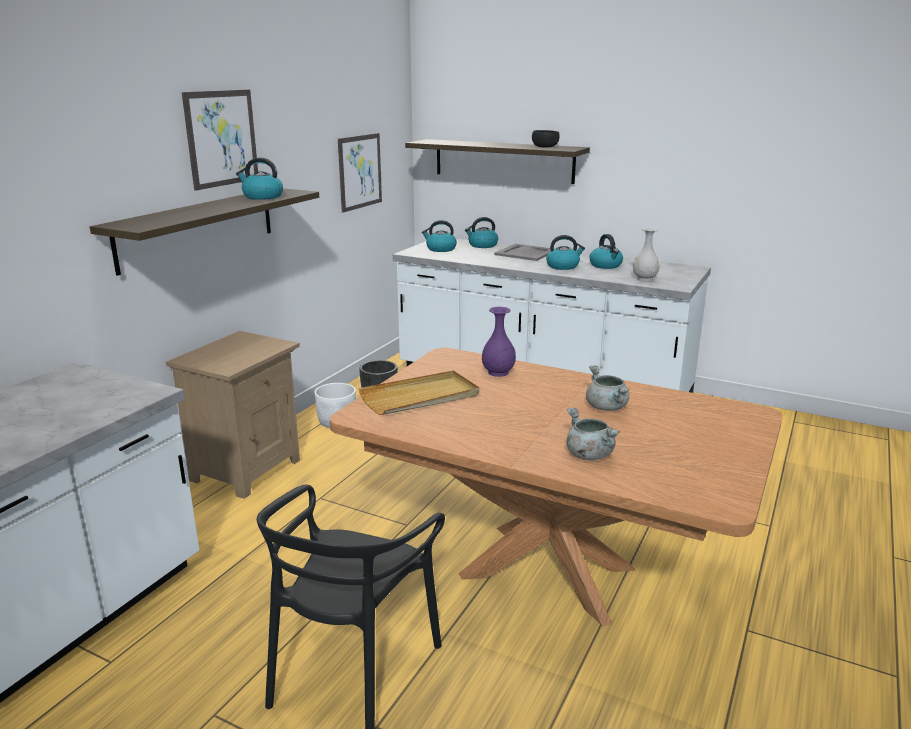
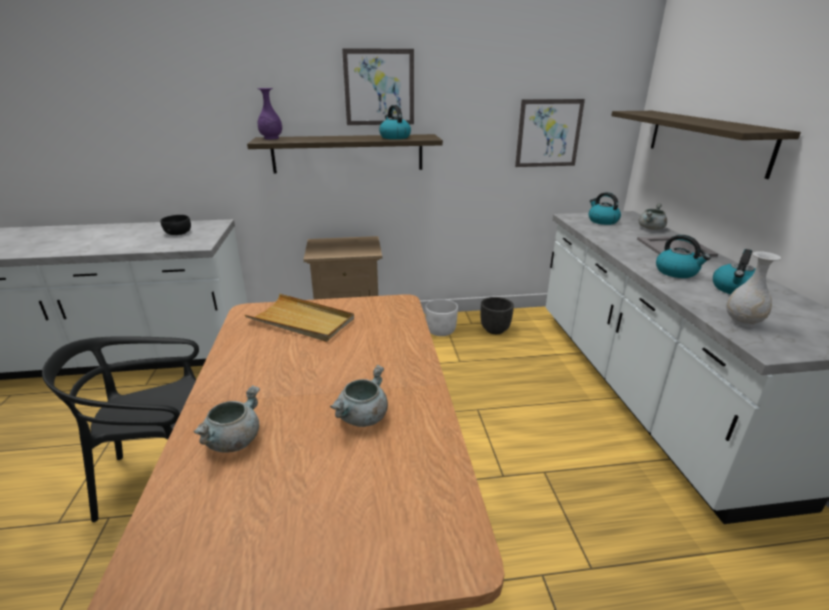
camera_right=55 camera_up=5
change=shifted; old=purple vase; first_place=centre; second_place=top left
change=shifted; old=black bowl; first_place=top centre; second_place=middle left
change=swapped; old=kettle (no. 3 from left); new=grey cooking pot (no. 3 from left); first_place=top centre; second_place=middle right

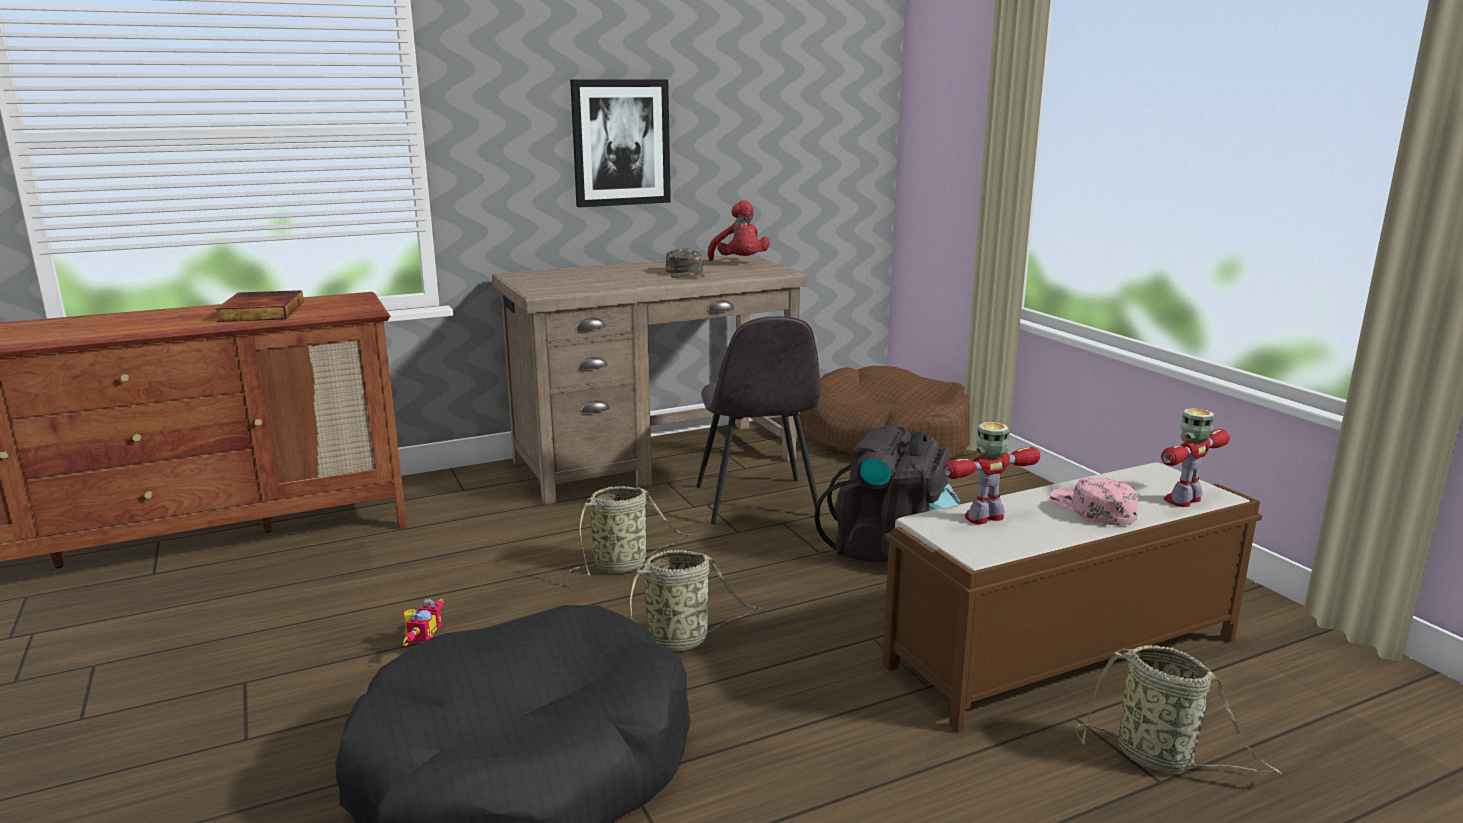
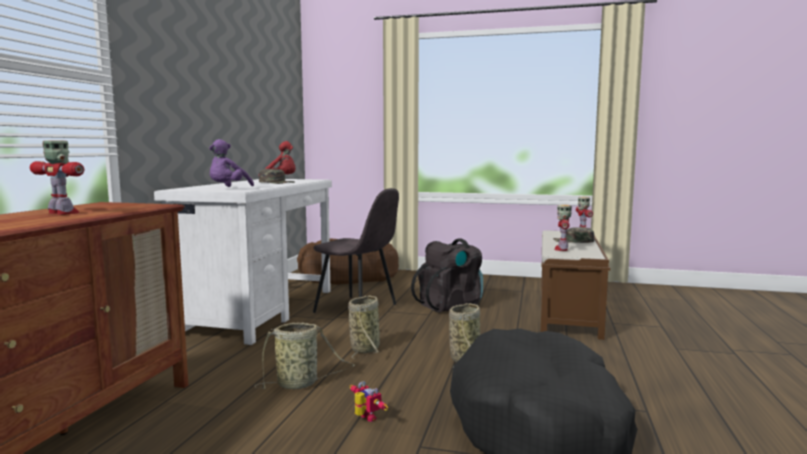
camera_right=-50 camera_up=-10
change=gone; old=picture; first_place=top centre
change=new; new=purple plush toy; second_place=middle left
change=shifted; old=basket (no. 3 from left in the first image); new=basket (no. 1 from left); first_place=bottom right; second_place=bottom centre
change=swapped; old=book; new=toy robot (no. 1 from left); first_place=middle left; second_place=middle left
change=repainted; old=brown desk; new=white desk; first_place=centre; second_place=middle left
change=repainted; old=pink cap; new=green cap (no. 2 from left); first_place=middle right; second_place=middle right

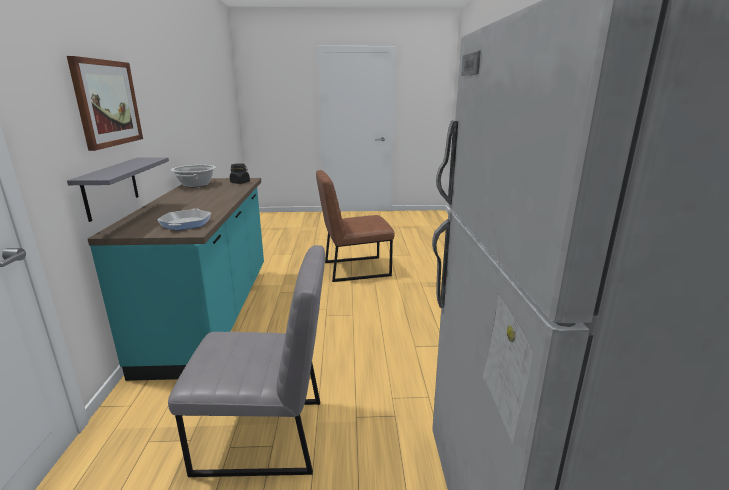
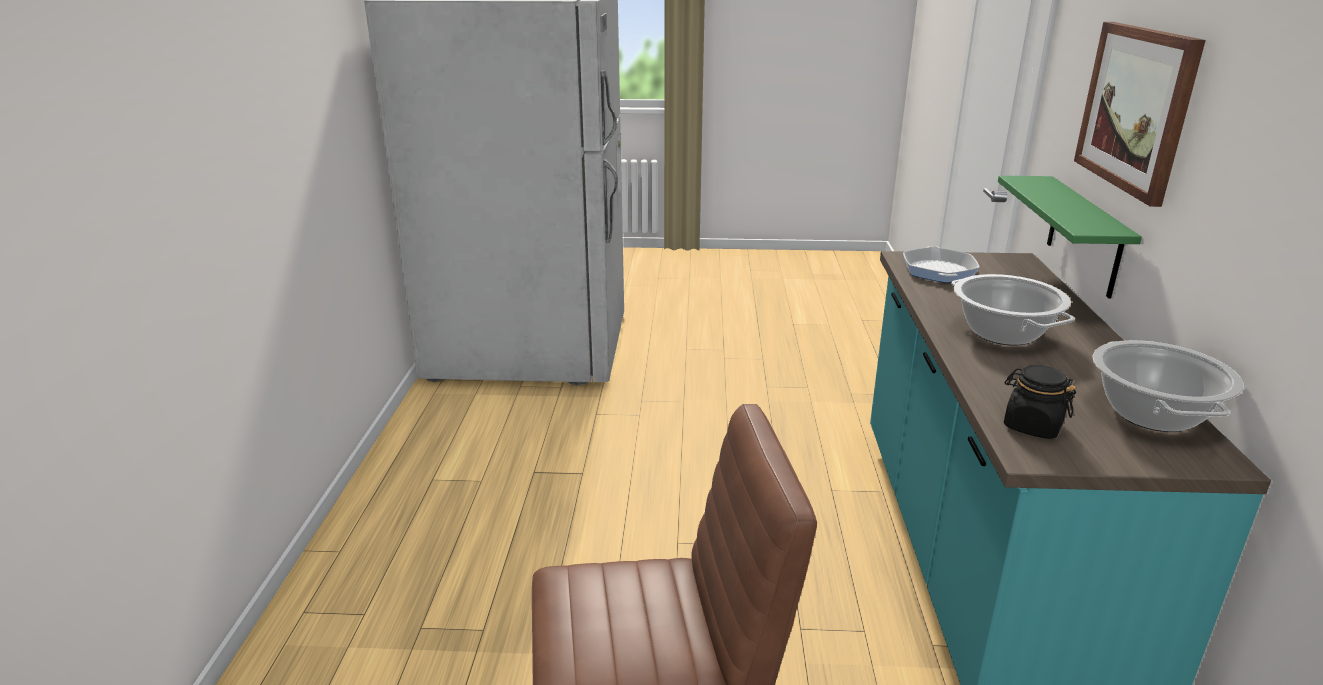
camera_right=-175 camera_up=5
change=gone; old=grey chair; first_place=bottom centre
change=new; new=cooking pot (no. 1 from left); second_place=middle right
change=repainted; old=grey shelf; new=green shelf; first_place=middle left; second_place=middle right

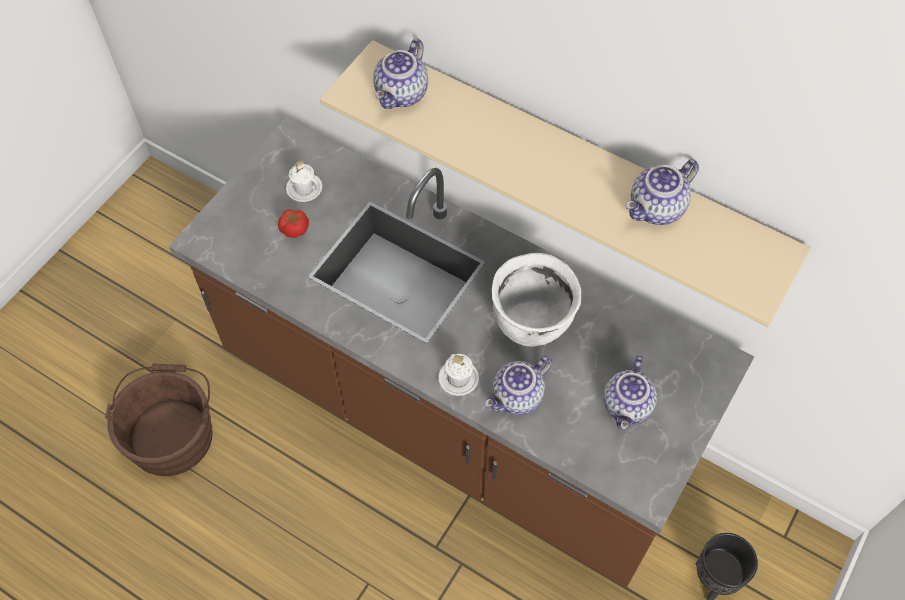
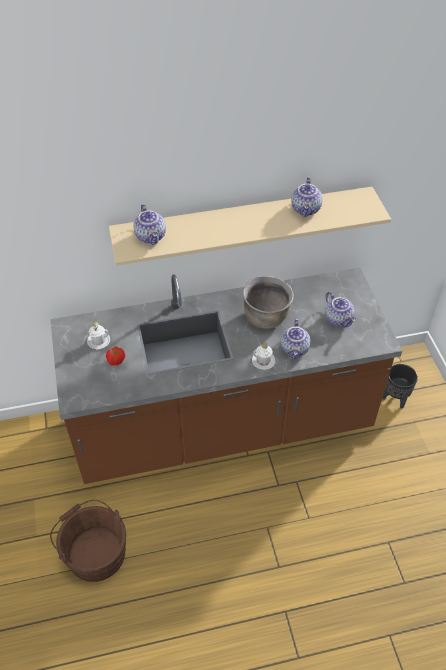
camera_right=-45 camera_up=-10
change=repainted; old=white cooking pot; new=brown cooking pot; first_place=centre; second_place=centre

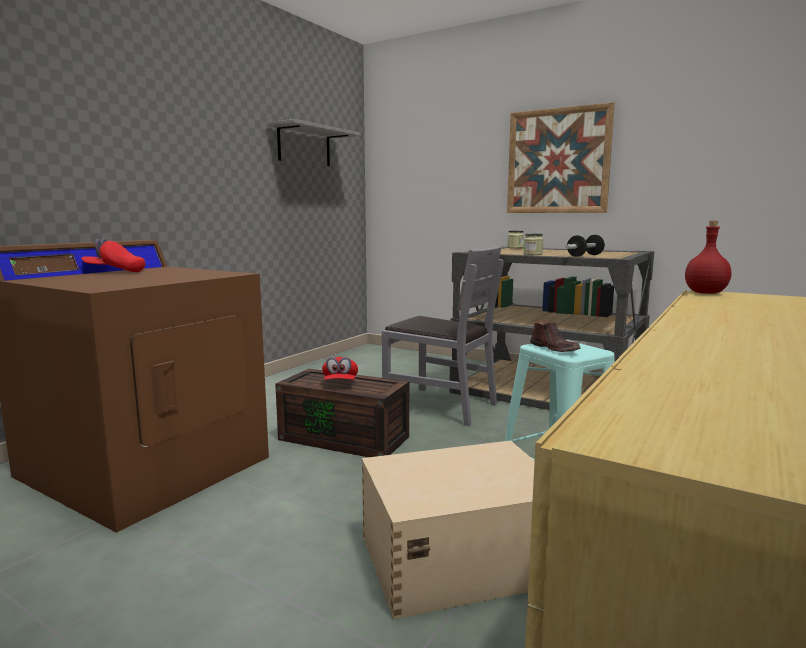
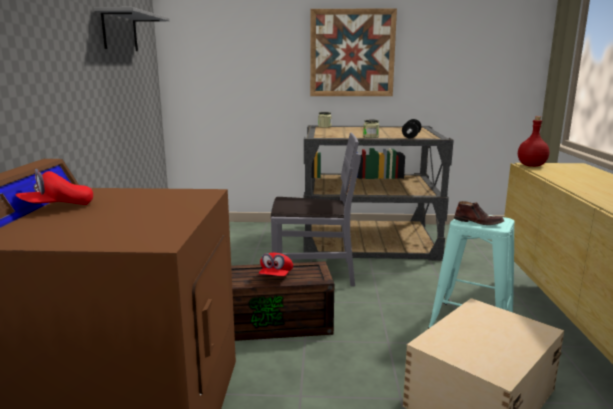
camera_right=-30 camera_up=5
change=rotated; old=red cap (no. 2 from left); first_place=centre; second_place=centre; degrees=45

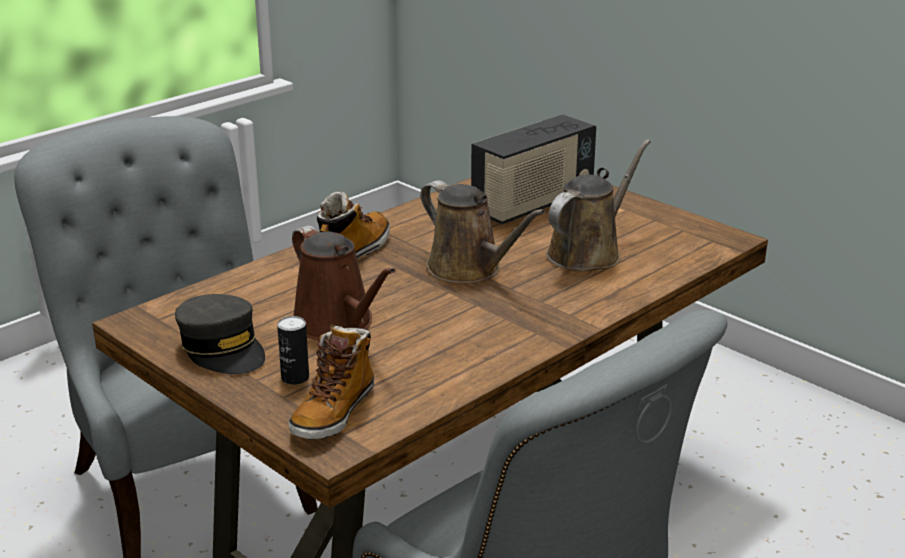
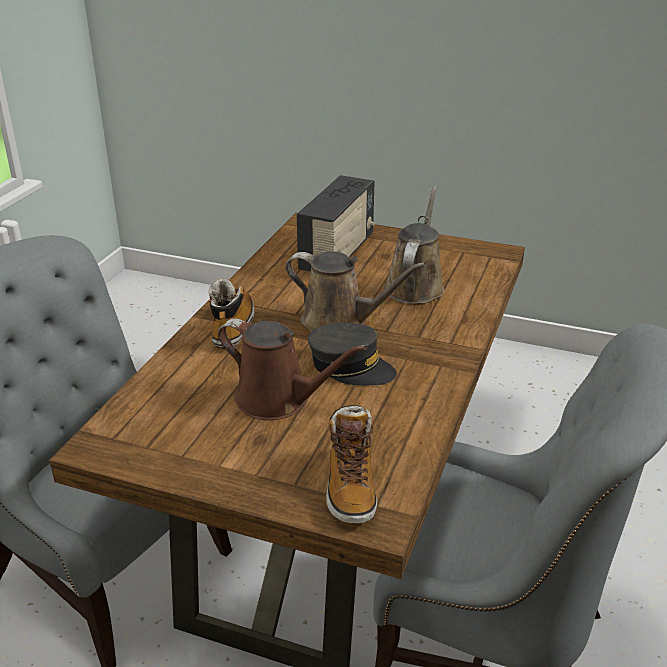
camera_right=-25 camera_up=5
change=gone; old=can; first_place=middle left
change=shifted; old=grey cap; first_place=middle left; second_place=centre

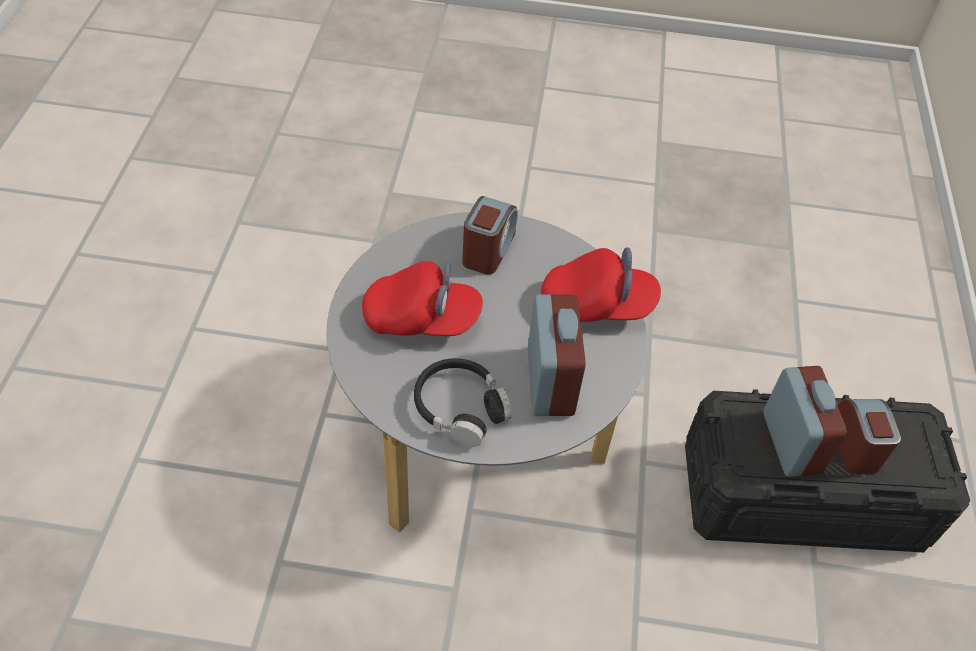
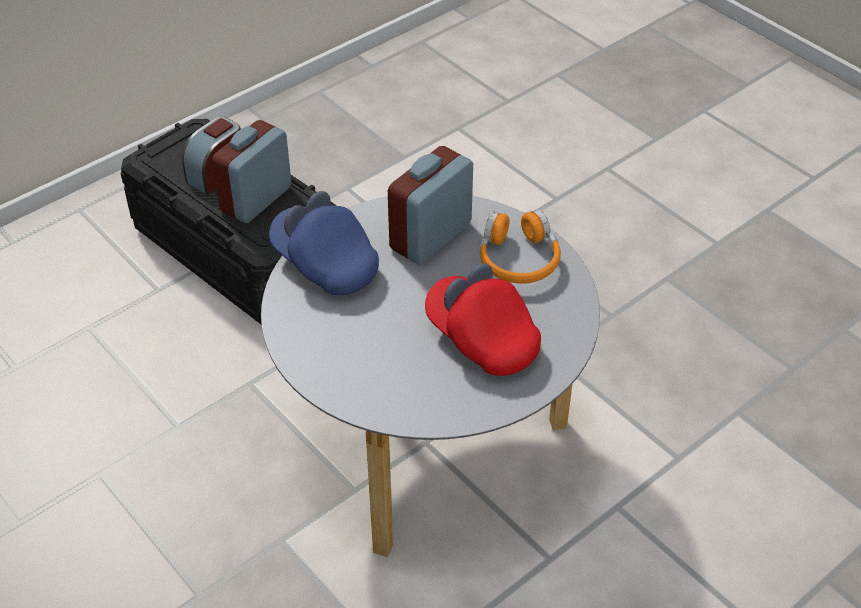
camera_right=-135 camera_up=-5
change=gone; old=alarm clock (no. 1 from left); first_place=centre
change=repainted; old=black headphones; new=orange headphones; first_place=centre; second_place=centre
change=repainted; old=red cap (no. 2 from left); new=blue cap; first_place=centre; second_place=centre

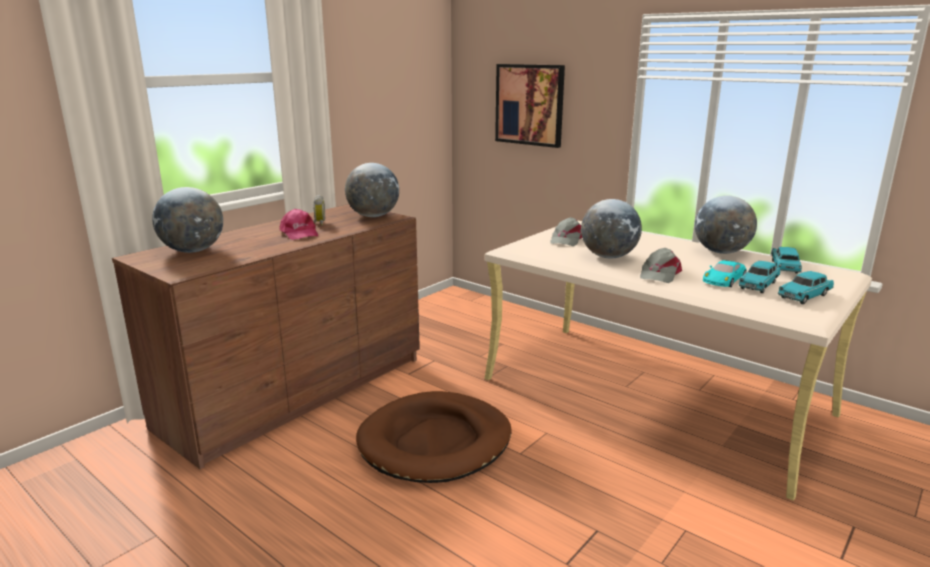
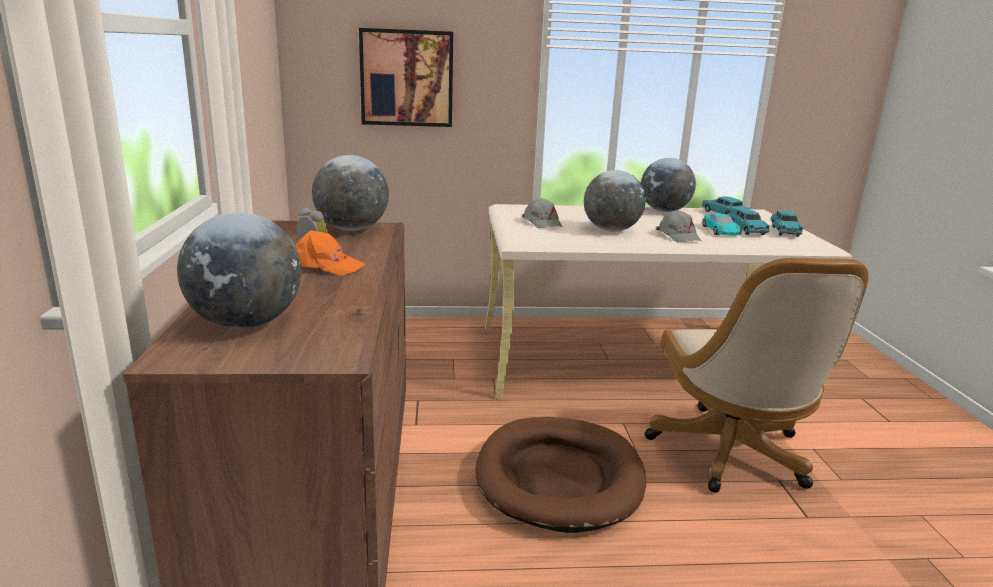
camera_right=-45 camera_up=0
change=new; new=office chair; second_place=middle right
change=repainted; old=pink cap; new=orange cap; first_place=middle left; second_place=middle left

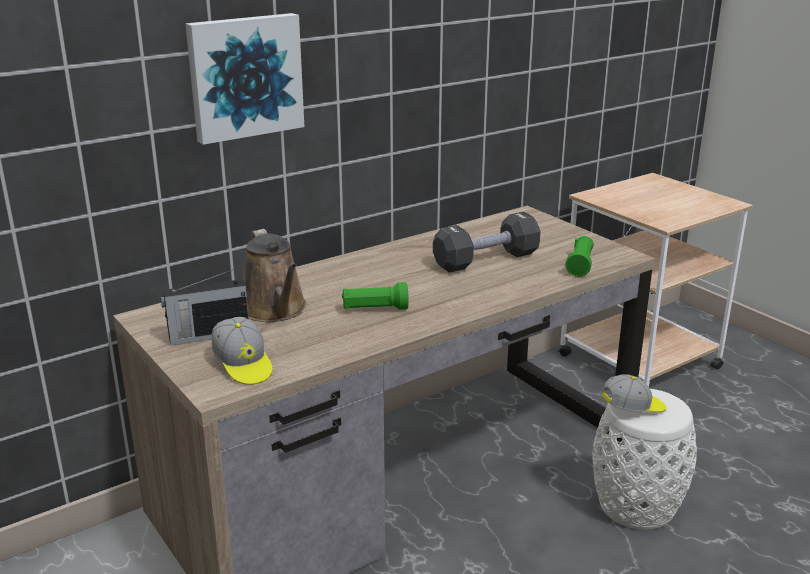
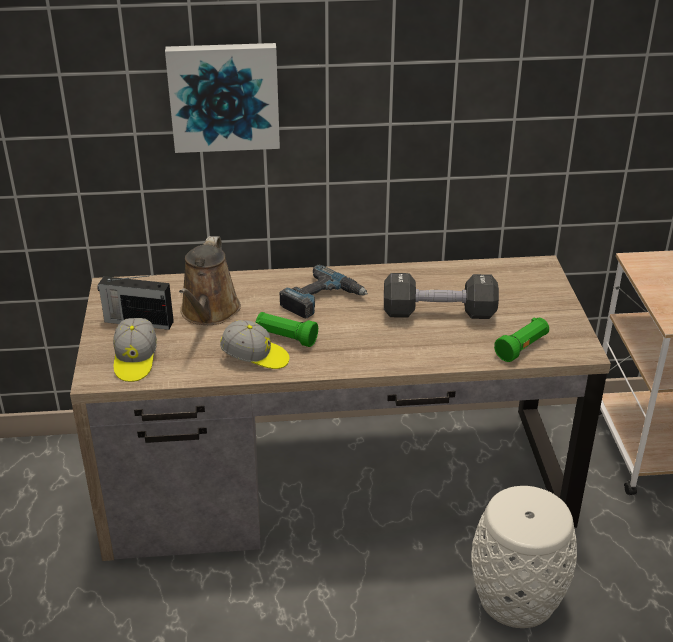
camera_right=30 camera_up=10
change=new; new=power drill; second_place=centre
change=shifted; old=cap (no. 2 from left); first_place=bottom right; second_place=centre

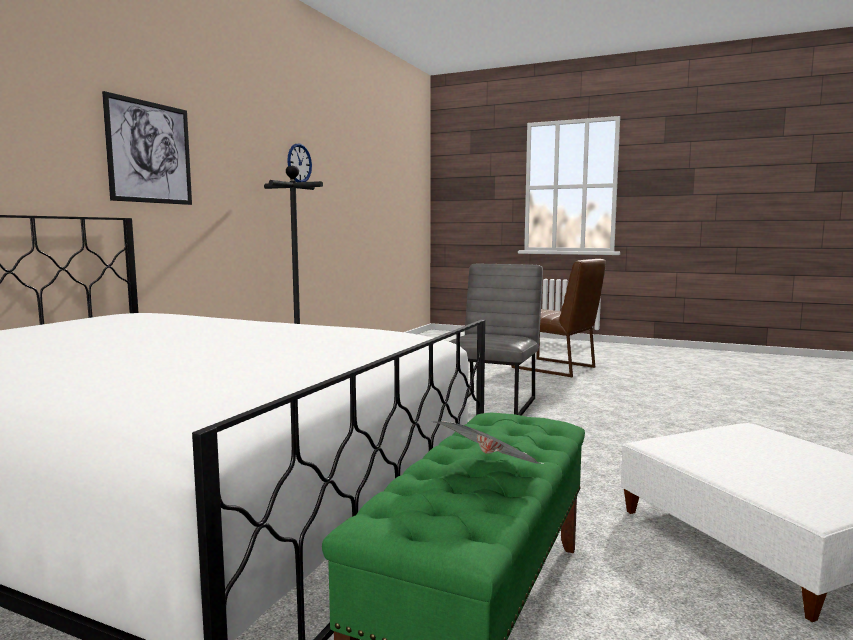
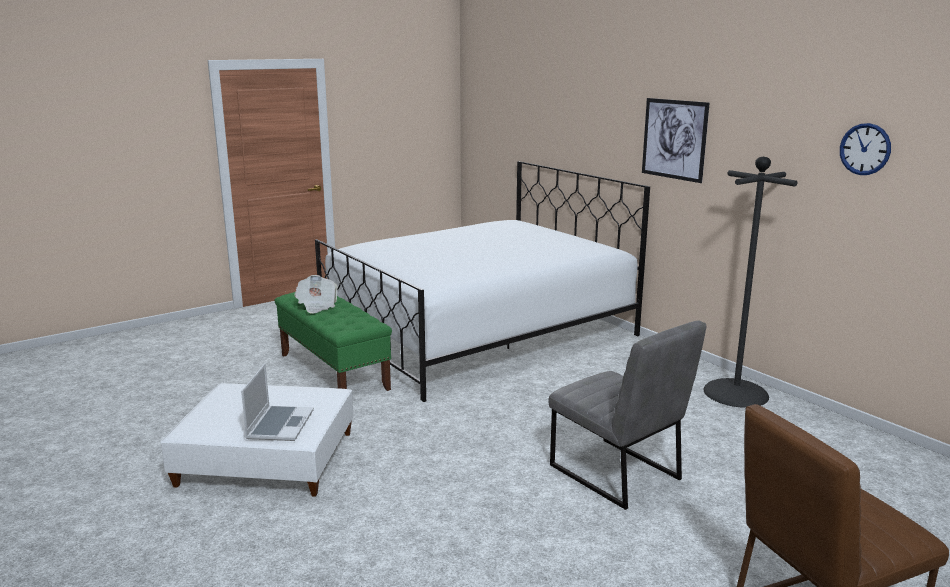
camera_right=120 camera_up=10
change=new; new=laptop; second_place=bottom left

